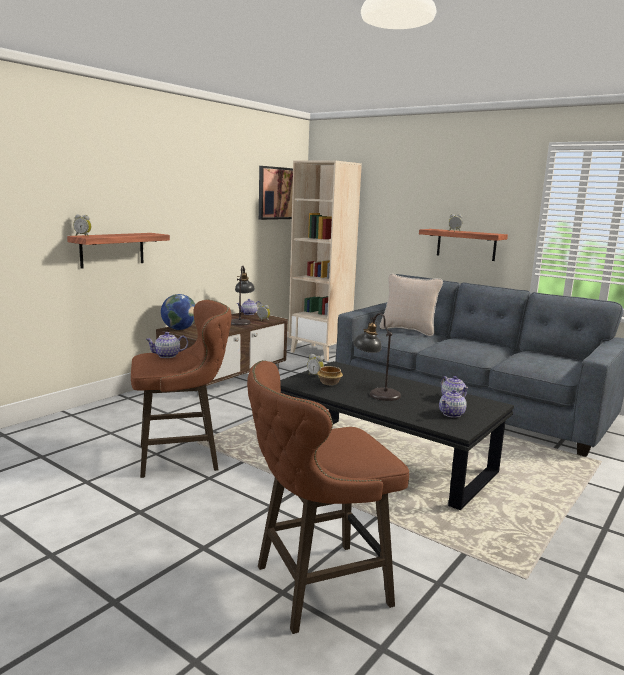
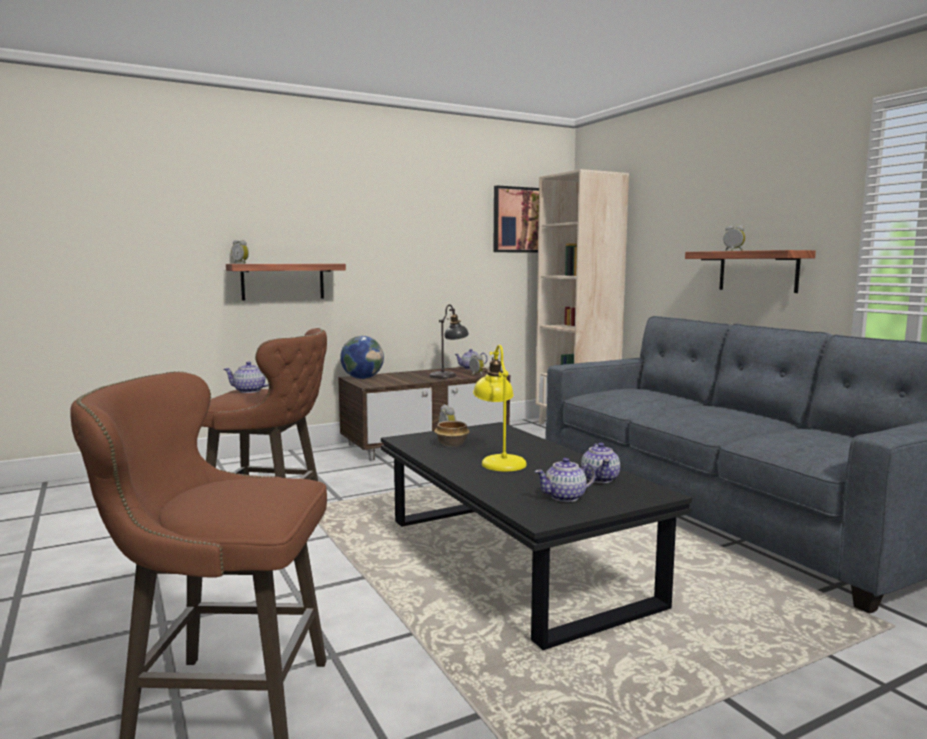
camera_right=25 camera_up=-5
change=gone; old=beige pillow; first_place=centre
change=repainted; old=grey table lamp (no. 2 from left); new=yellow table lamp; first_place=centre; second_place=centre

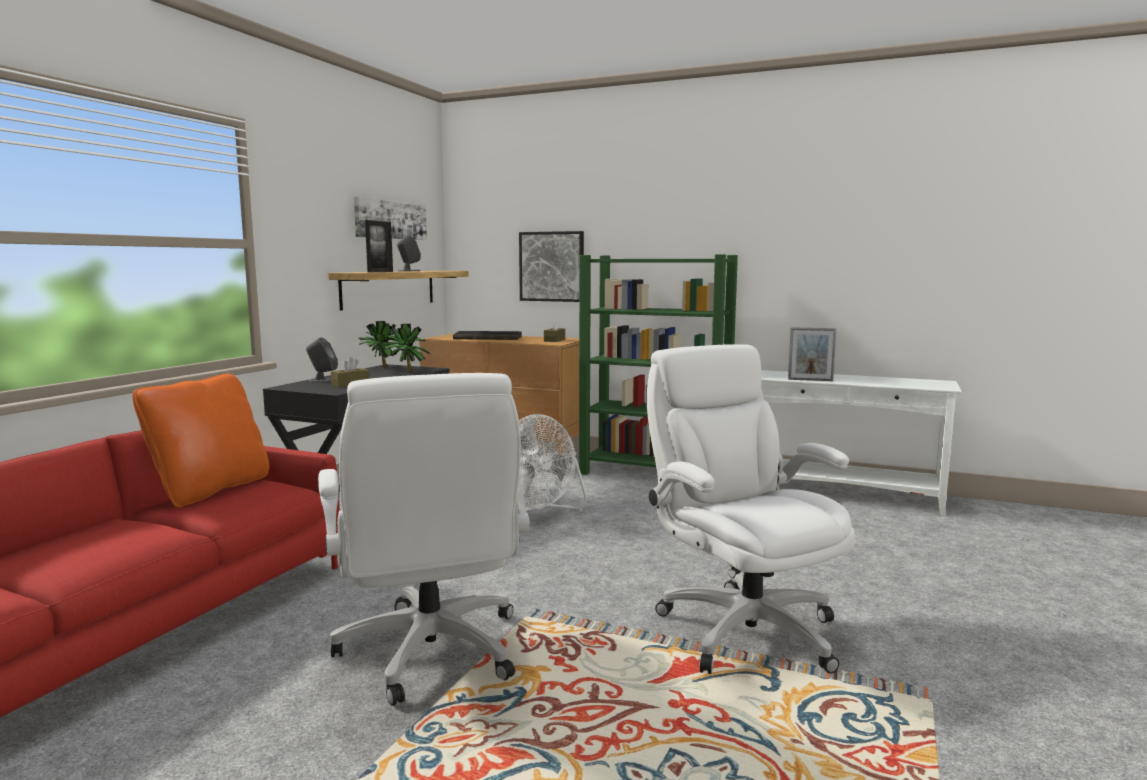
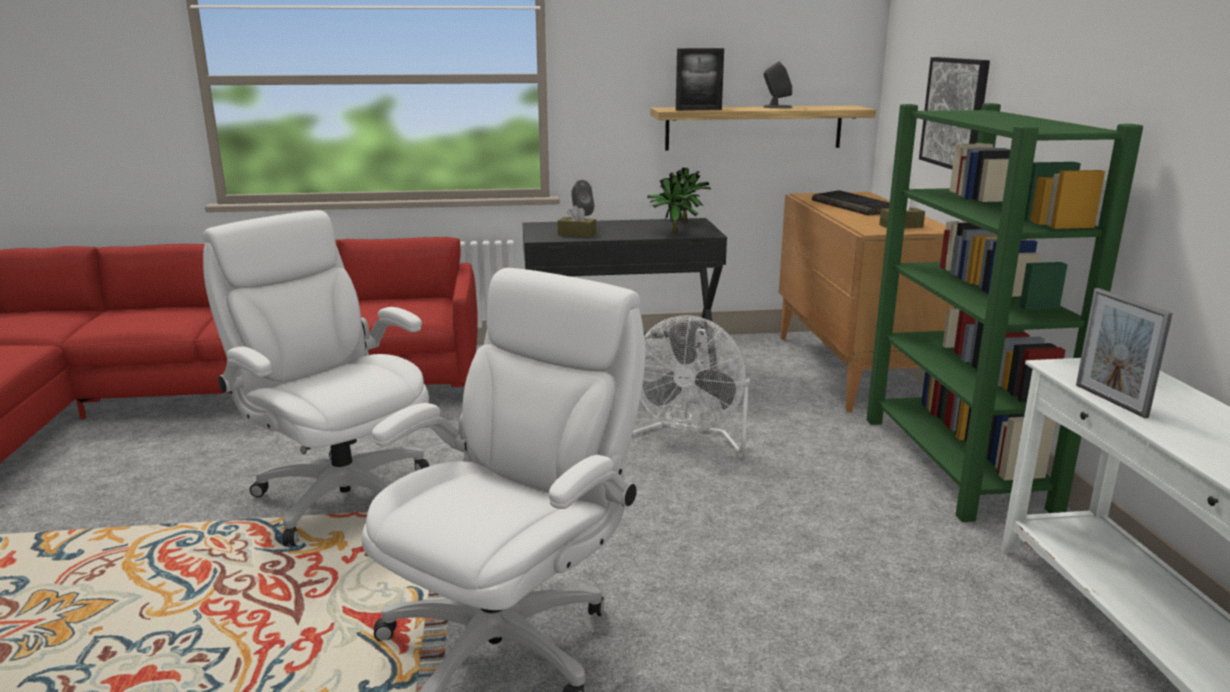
camera_right=60 camera_up=10
change=gone; old=orange pillow; first_place=middle left
change=gone; old=picture (no. 1 from left); first_place=top centre
change=rotated; old=white office chair (no. 1 from left); first_place=bottom centre; second_place=middle left; degrees=90

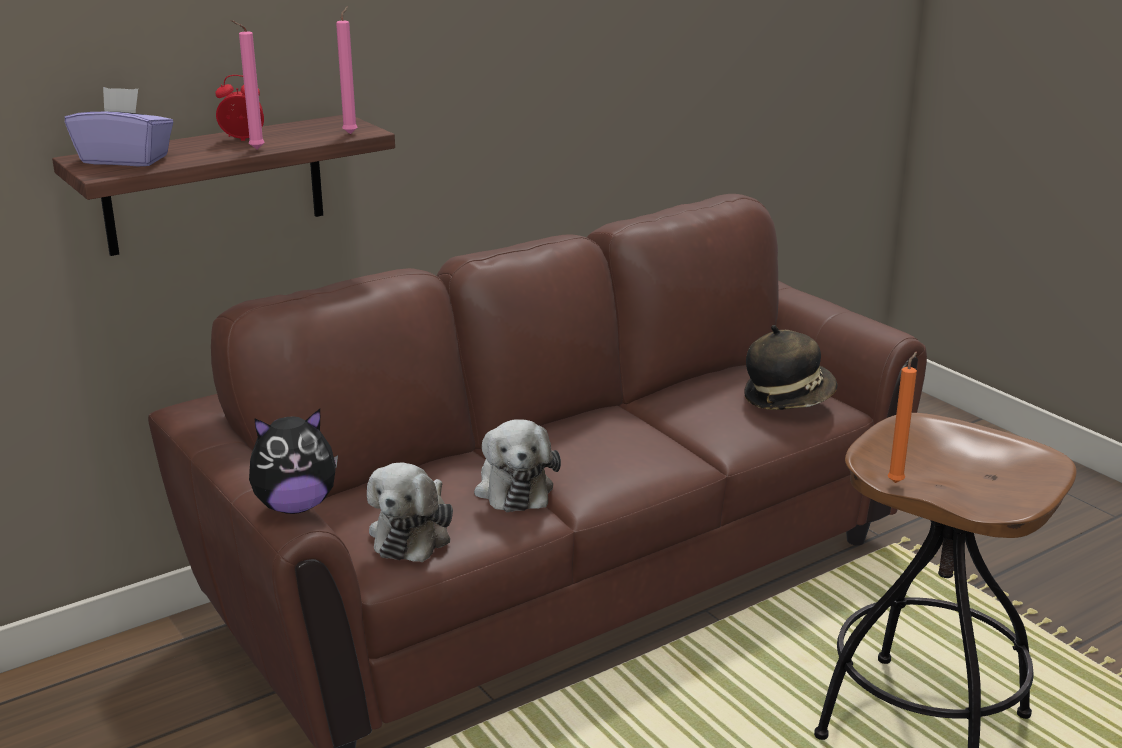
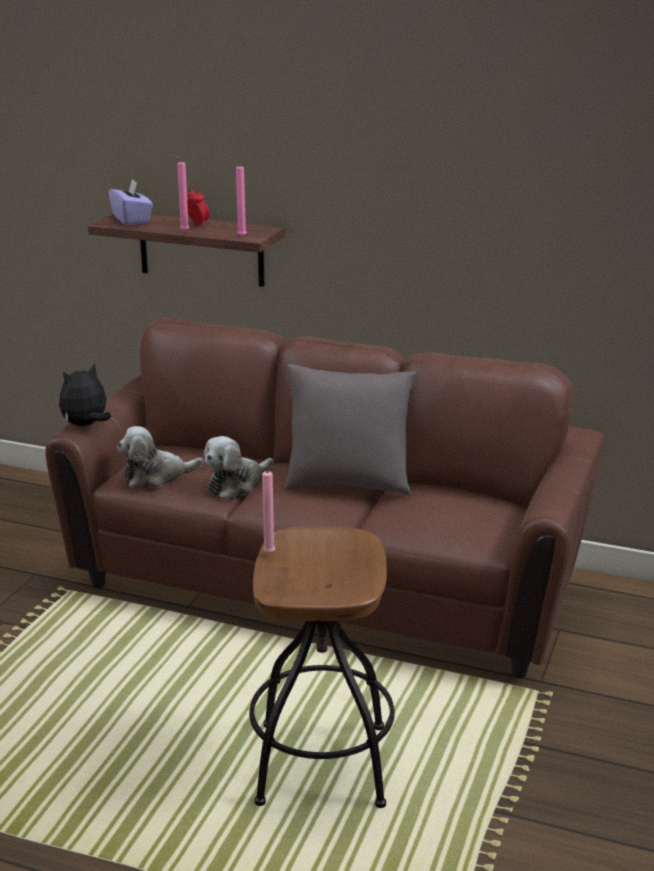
camera_right=55 camera_up=0
change=gone; old=hat; first_place=middle right
change=new; new=grey pillow; second_place=centre
change=repainted; old=orange candle; new=pink candle (no. 3 from left); first_place=middle right; second_place=centre
change=rotated; old=plush toy (no. 1 from left); first_place=middle left; second_place=middle left; degrees=105

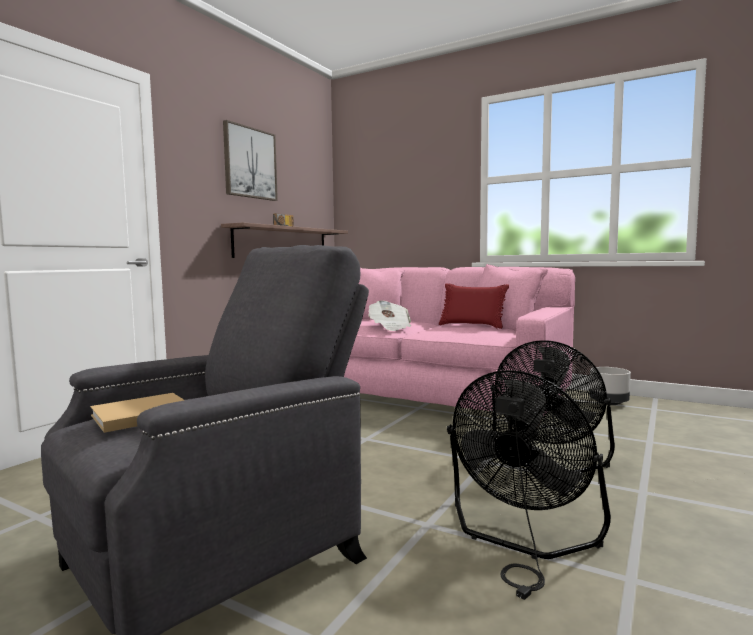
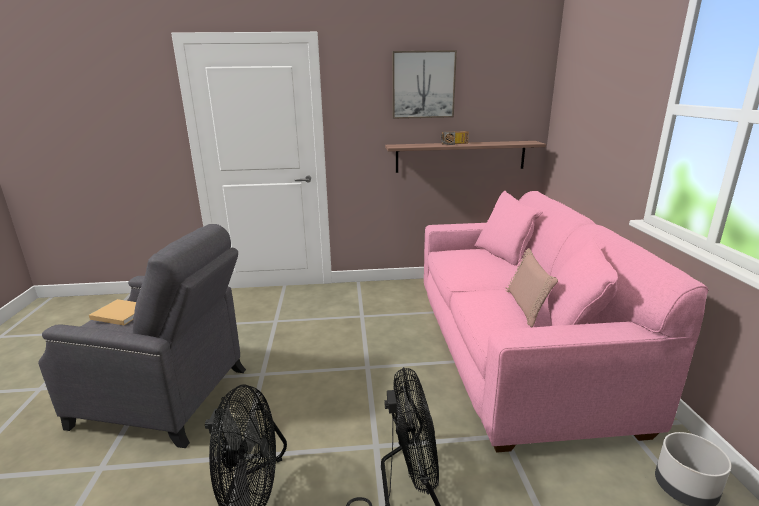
camera_right=55 camera_up=15
change=gone; old=newspaper; first_place=centre
change=repainted; old=red pillow; new=beige pillow; first_place=centre; second_place=middle right

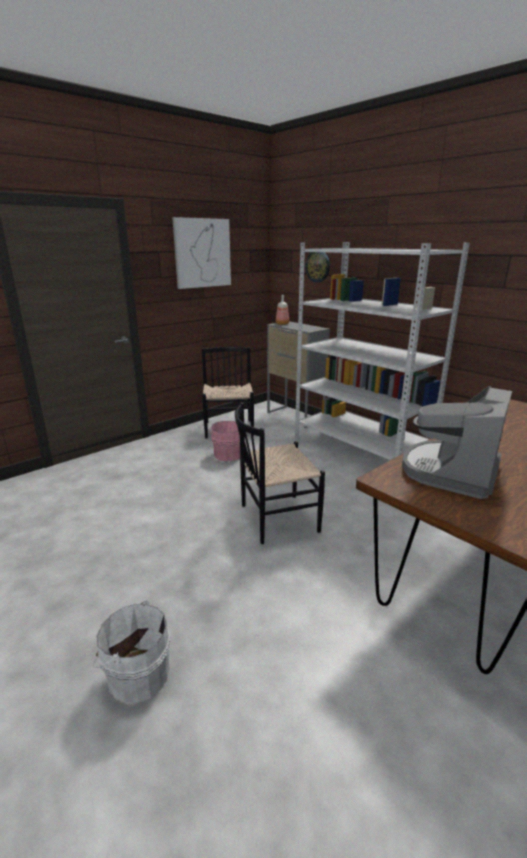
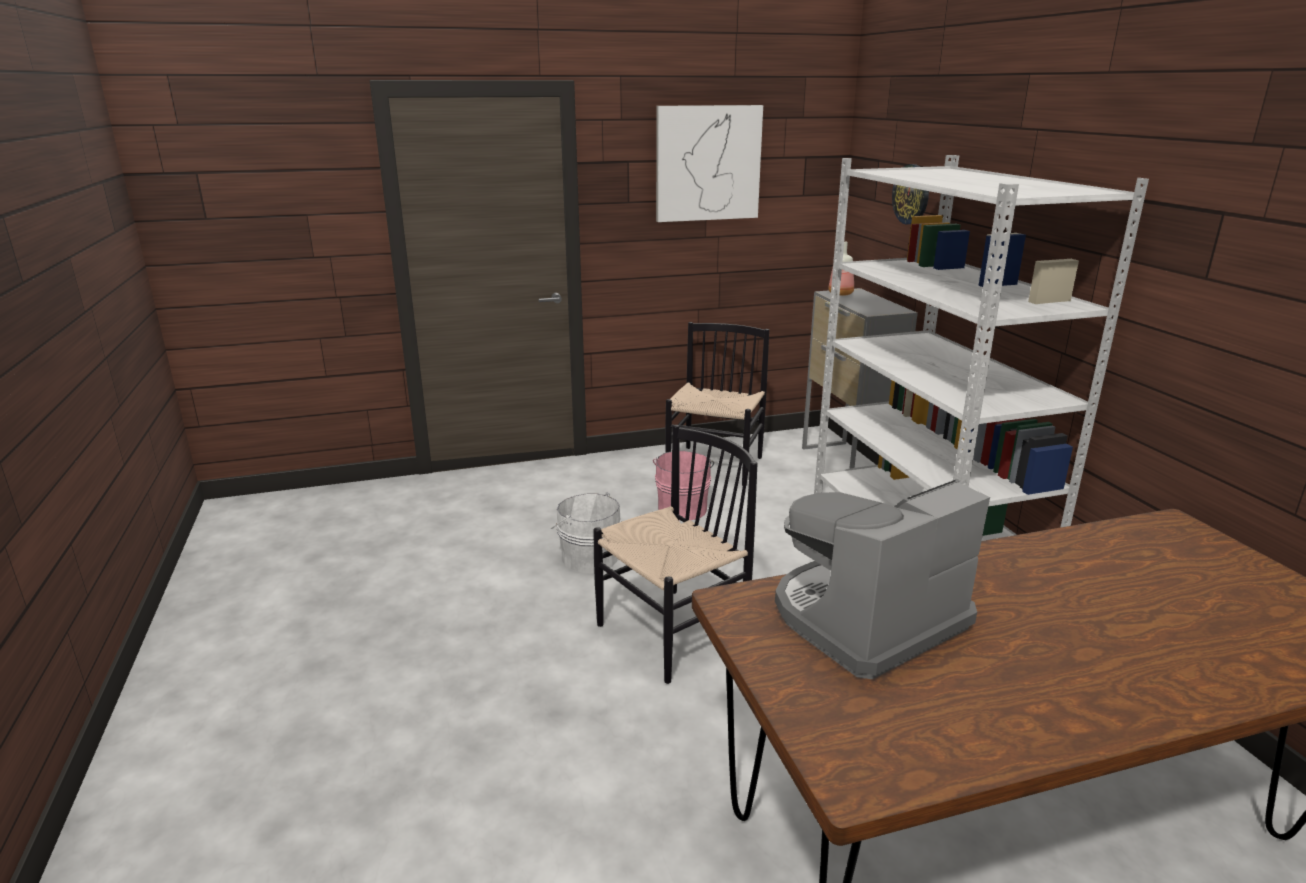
camera_right=25 camera_up=0
change=shifted; old=white bucket; first_place=bottom left; second_place=centre
change=rotated; old=black chair (no. 2 from left in the first image); first_place=centre; second_place=centre; degrees=135

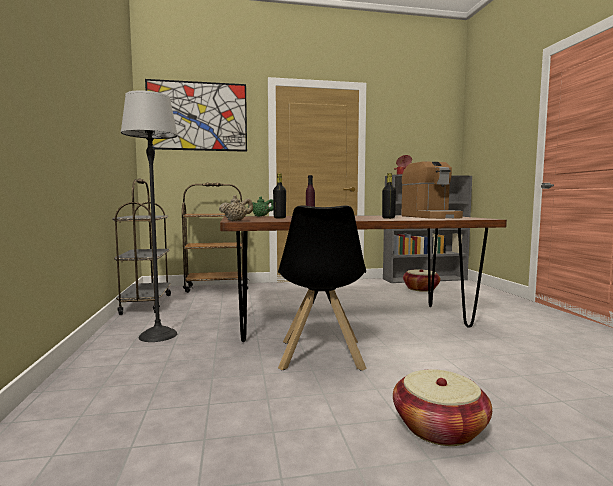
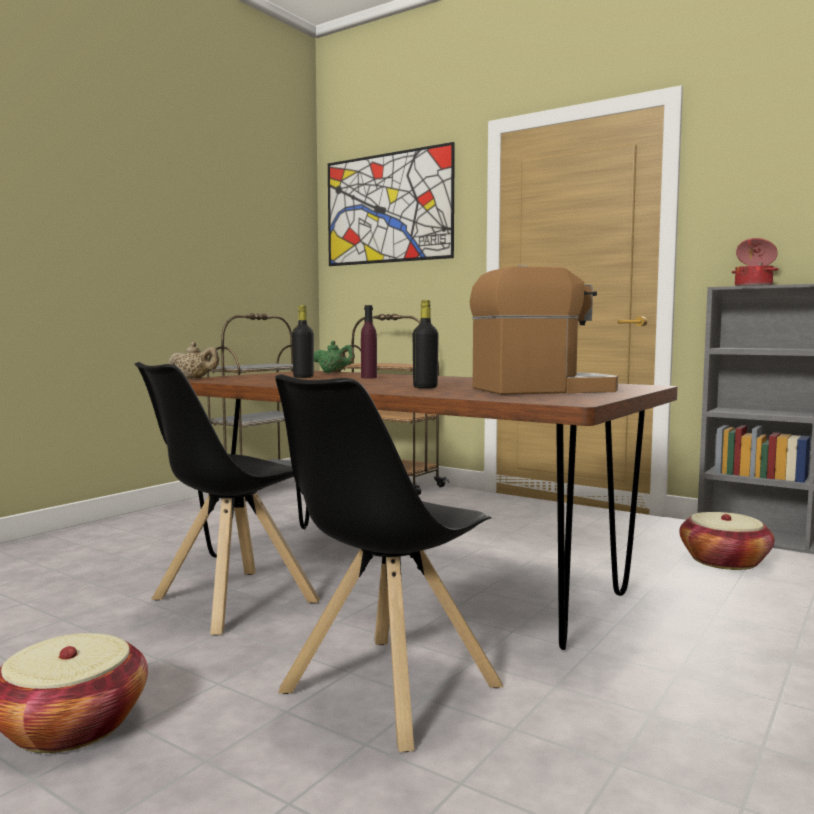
camera_right=45 camera_up=0
change=gone; old=floor lamp; first_place=middle left
change=new; new=black chair (no. 2 from left); second_place=bottom centre
change=rotated; old=coffee machine; first_place=middle right; second_place=middle right; degrees=-135

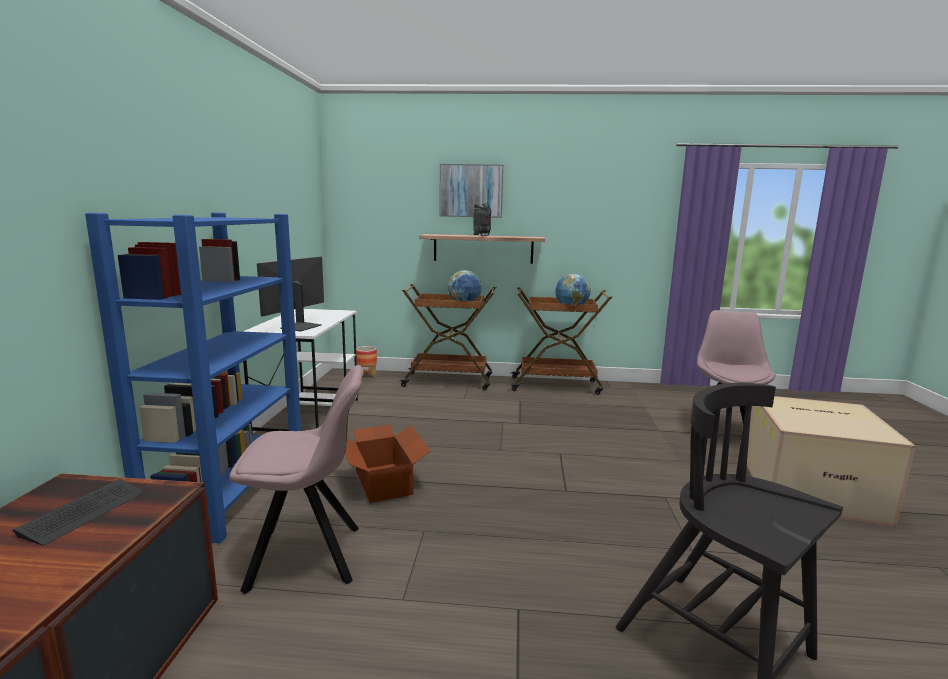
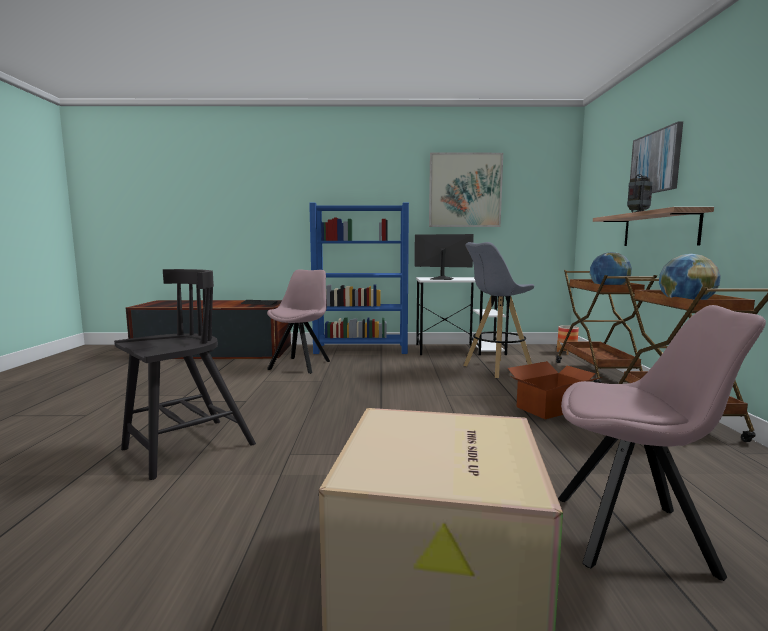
camera_right=85 camera_up=-5
change=new; new=picture (no. 1 from left); second_place=top centre
change=new; new=grey stool; second_place=centre
change=shifted; old=cardboard box (no. 1 from left in the first image); new=cardboard box (no. 2 from left); first_place=bottom centre; second_place=middle right
change=rotated; old=pink chair (no. 1 from left); first_place=bottom left; second_place=centre; degrees=-150

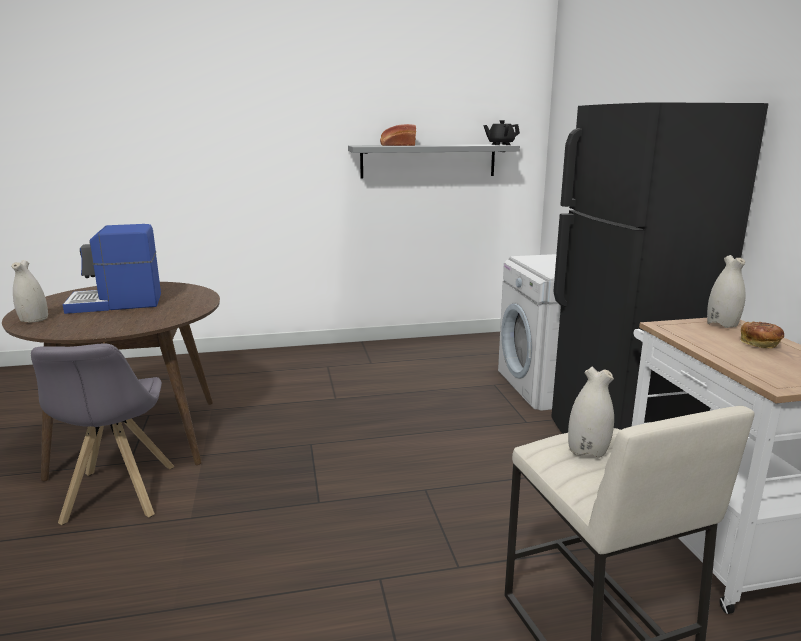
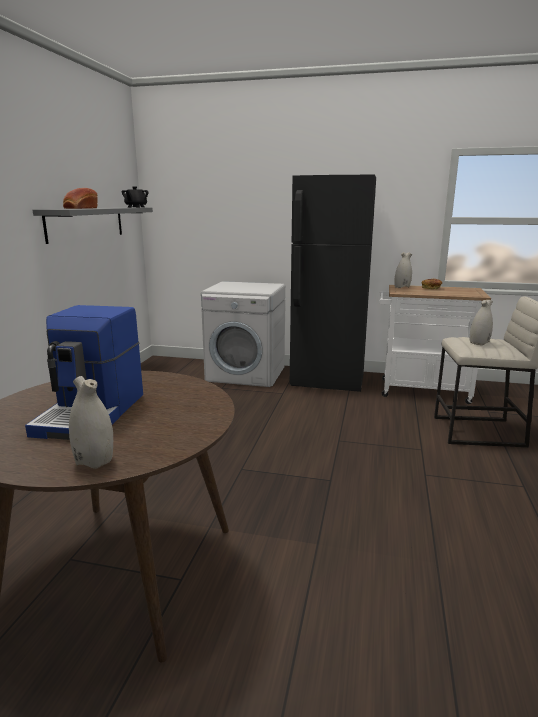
camera_right=-65 camera_up=0
change=gone; old=grey chair; first_place=bottom left

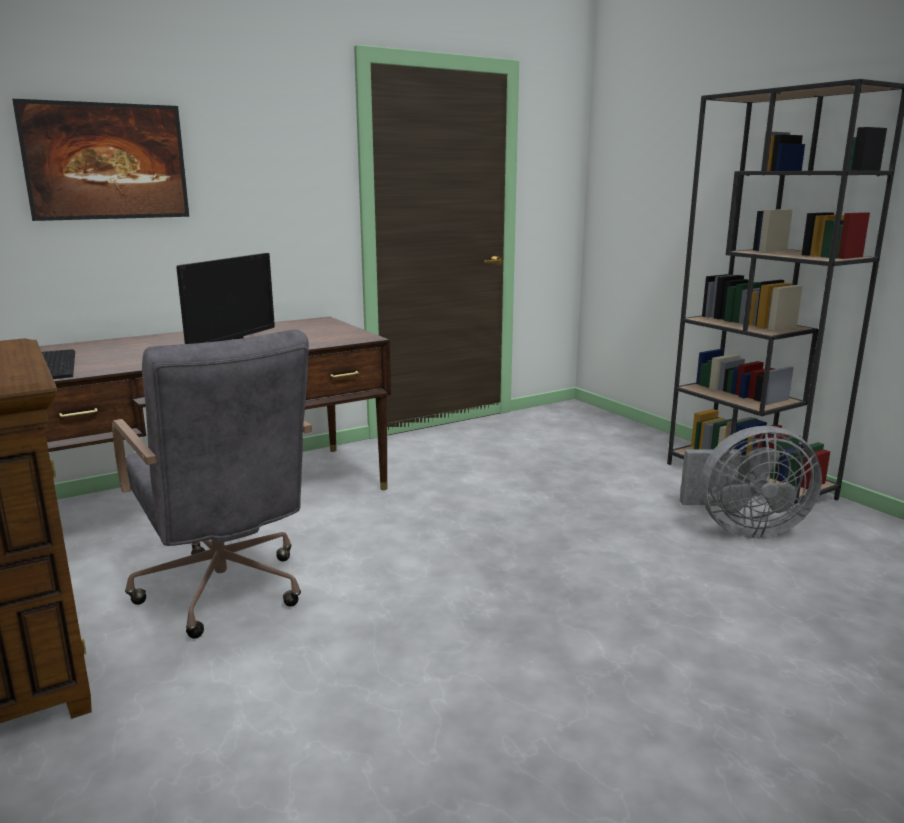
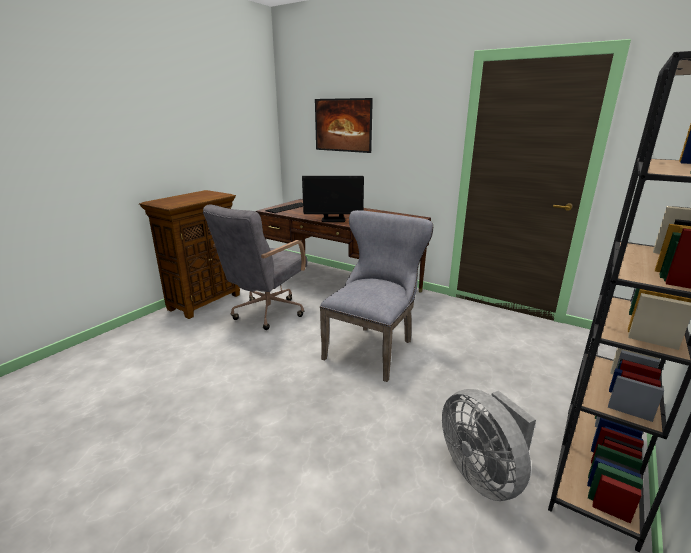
camera_right=65 camera_up=5
change=new; new=grey chair; second_place=centre

